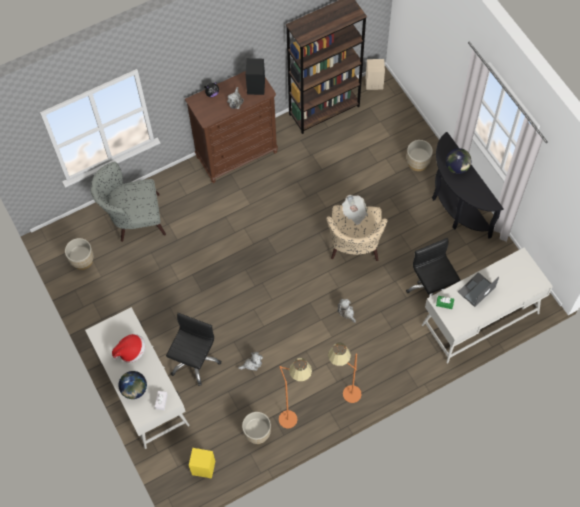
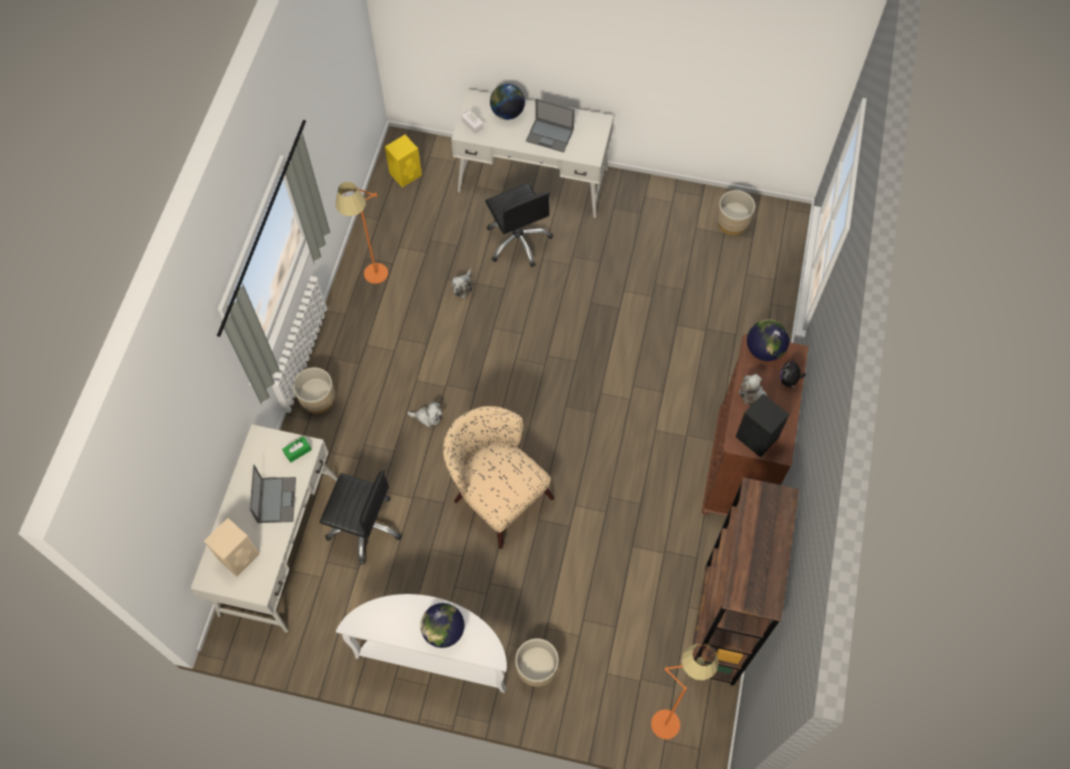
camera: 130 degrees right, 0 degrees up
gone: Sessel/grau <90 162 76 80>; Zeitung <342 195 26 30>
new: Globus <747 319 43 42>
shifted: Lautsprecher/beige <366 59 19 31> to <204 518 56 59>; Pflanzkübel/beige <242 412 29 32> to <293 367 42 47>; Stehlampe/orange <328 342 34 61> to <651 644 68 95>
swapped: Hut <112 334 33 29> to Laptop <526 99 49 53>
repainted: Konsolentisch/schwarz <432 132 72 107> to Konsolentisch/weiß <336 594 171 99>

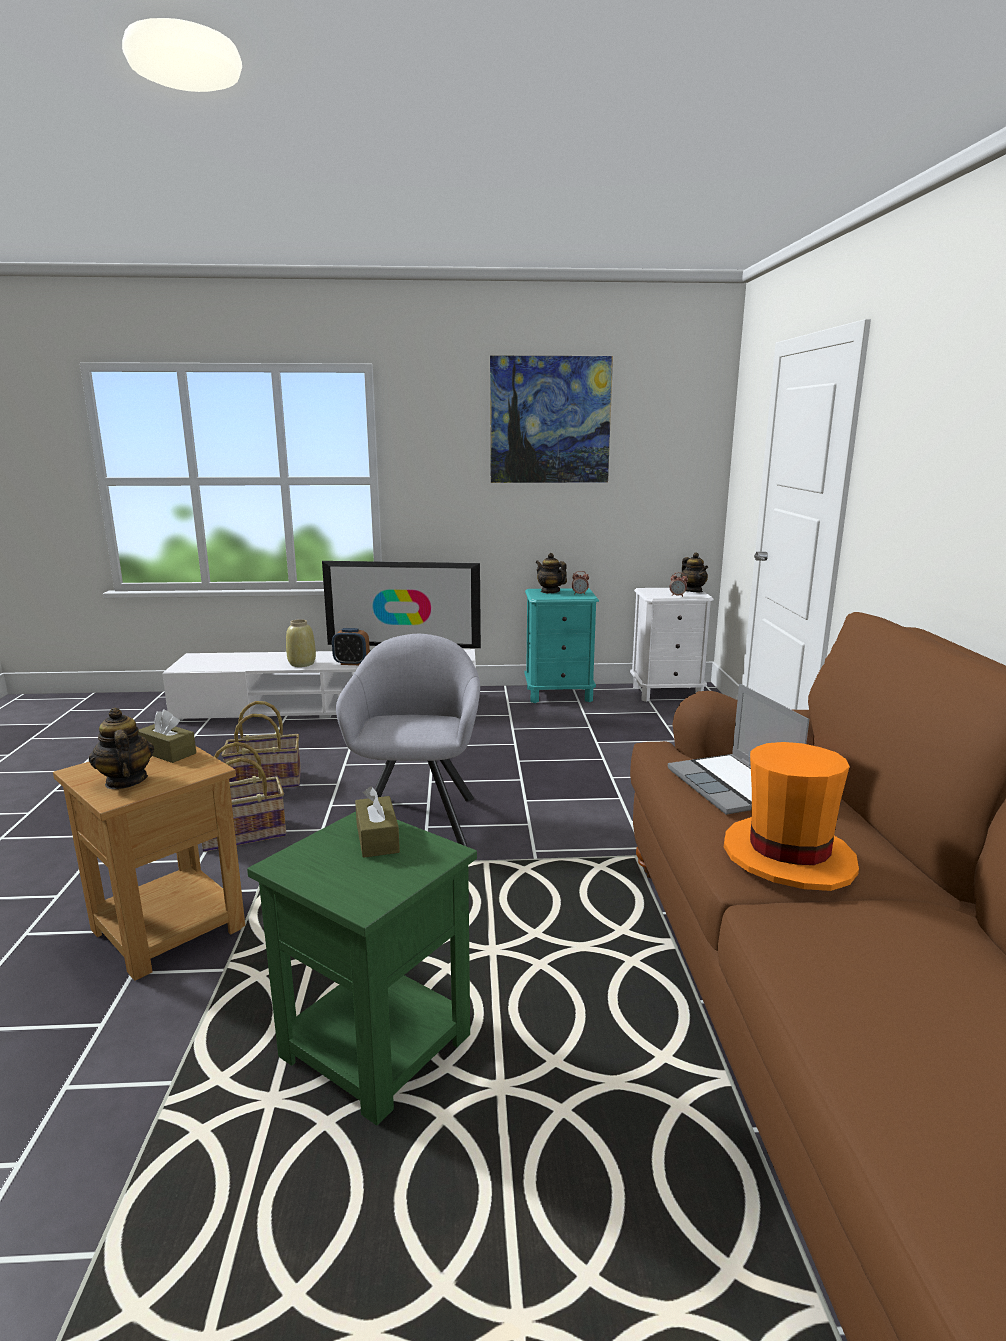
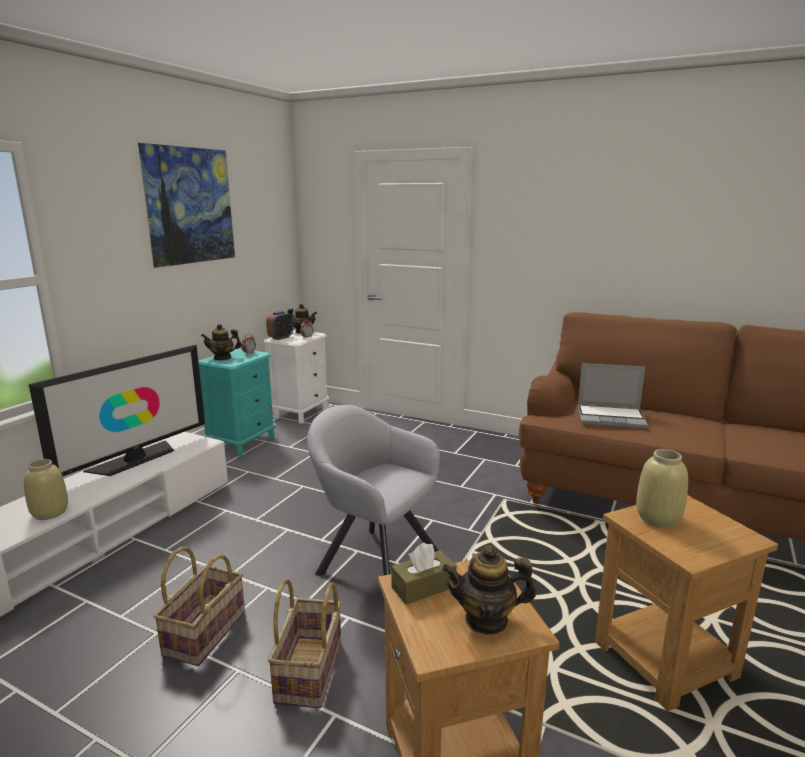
camera: 60 degrees left, 0 degrees up
gone: Hut/orange <724 742 135 149>
shifted: Wecker <332 628 38 37> to <266 311 27 29>
swapped: Taschentuchbox/braun <355 787 45 71> to Vase/beige <636 449 52 78>
repainted: Beistelltisch/grün <247 811 230 315> to Beistelltisch/braun <595 495 183 216>

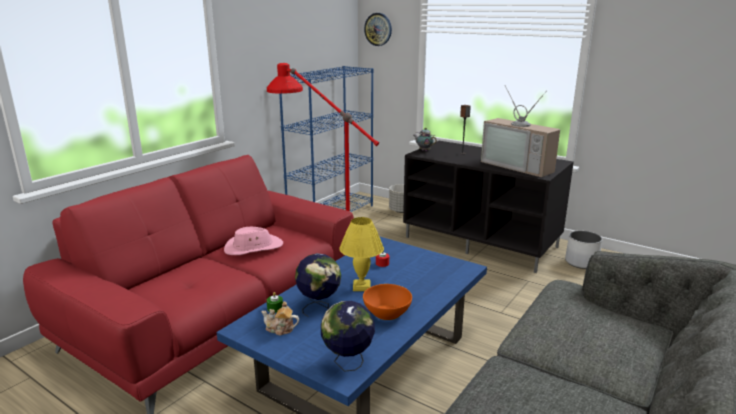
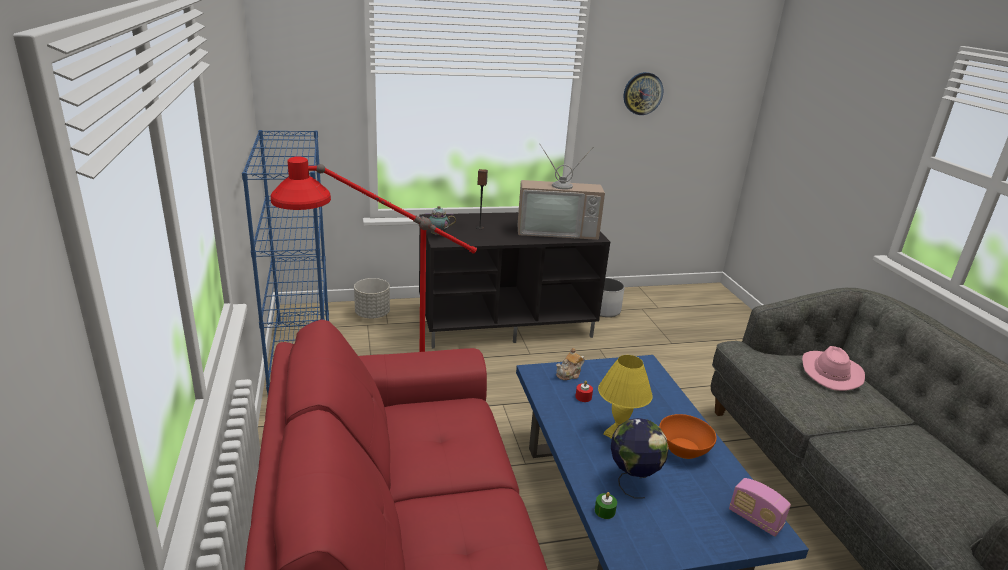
camera: 50 degrees left, 5 degrees up
shifted: Teekanne <262 301 37 34> to <556 348 29 32>; Wanduhr <364 13 28 33> to <623 72 41 43>; Hut/rosa <224 227 59 28> to <802 346 63 45>
swapped: Globus <321 301 54 71> to Radio <729 478 62 59>

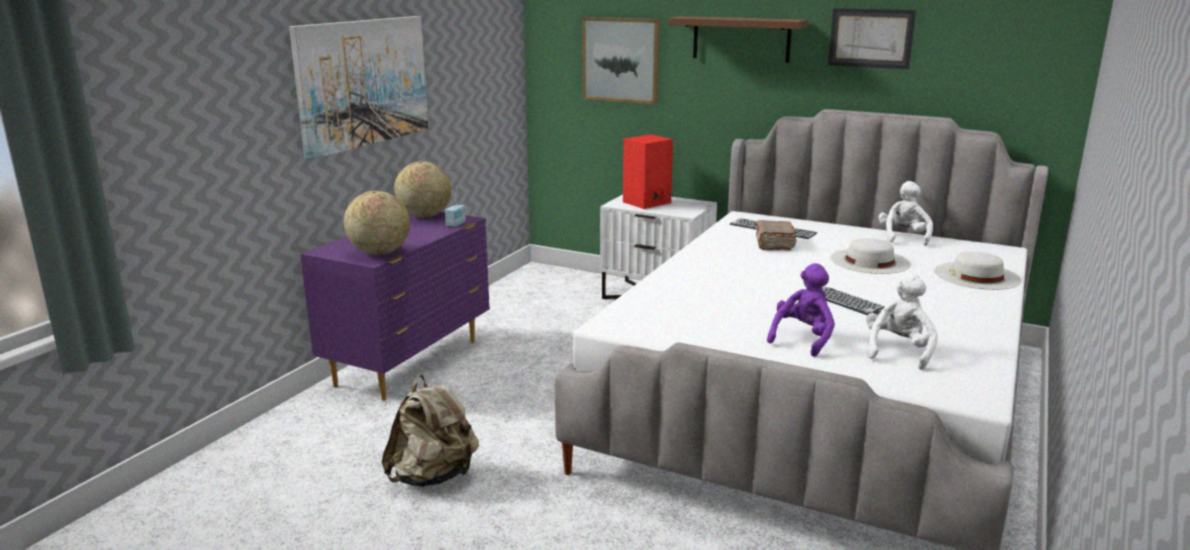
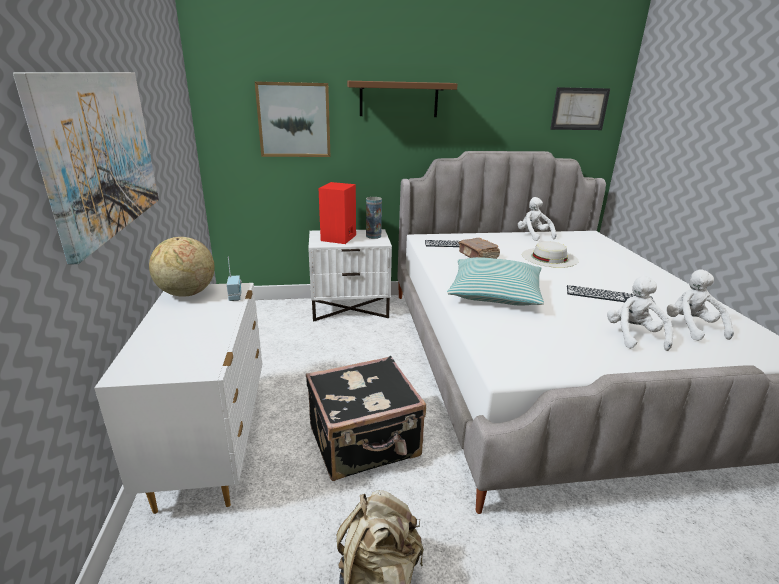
camera: 35 degrees left, 5 degrees up
gone: Globus <344 191 66 64>; Hut/weiß <934 251 87 39>
new: Koffer/schwarz <306 356 120 125>; Vase <366 197 16 42>; Kissen <447 257 97 49>
shifted: Bild <828 8 88 61> to <550 87 60 43>
repainted: Kommode/lila <300 212 190 189> to Kommode/weiß <94 283 169 231>; Plüschtier/lila <767 263 68 94> to Plüschtier/weiß <607 276 66 75>

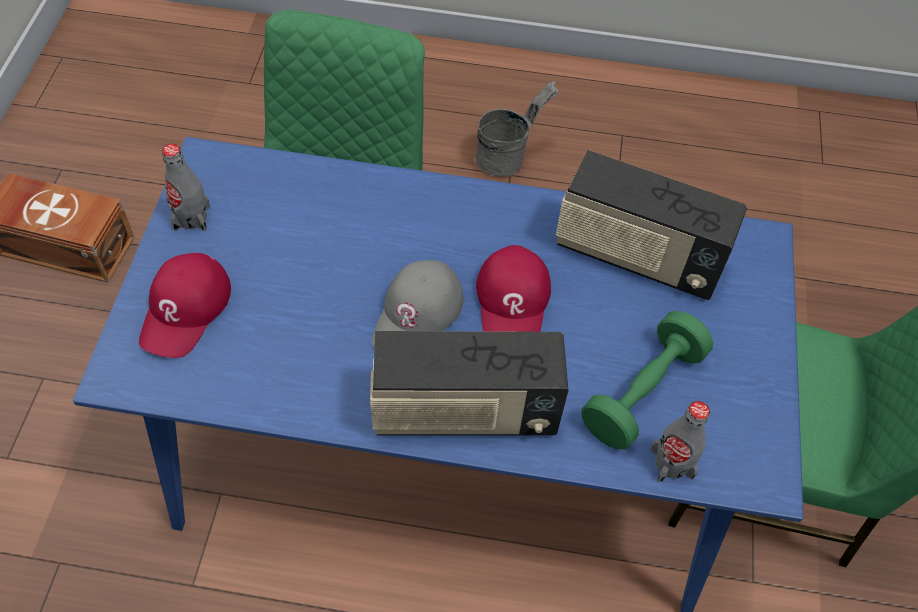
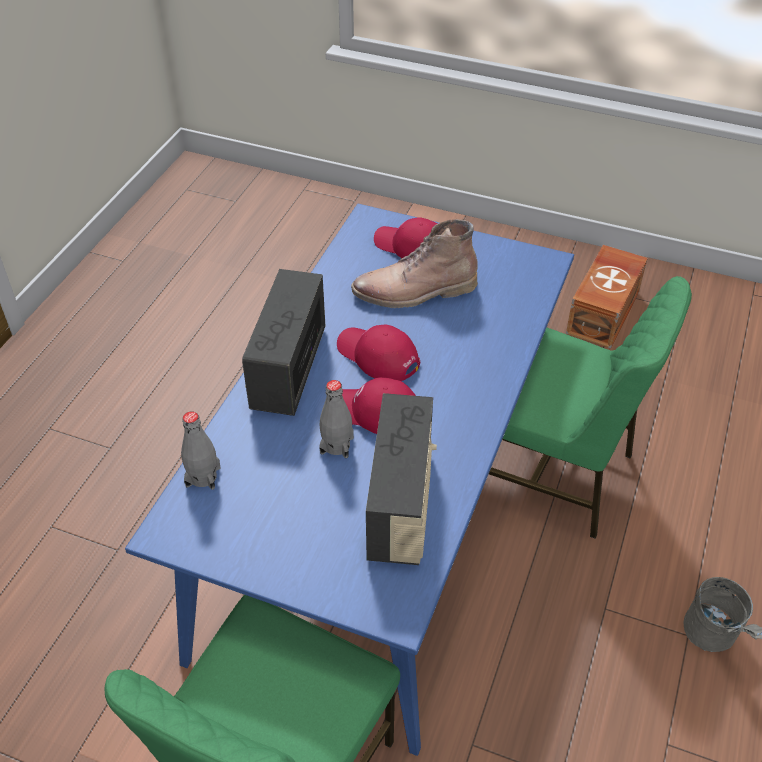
camera: 105 degrees right, 10 degrees down
gone: Hantel/grün <581 311 132 138>
new: Stiefel/braun <351 219 127 89>
shifted: Flasche/grau <162 144 48 87> to <319 380 35 78>
repainted: Kappe/grau <372 260 92 87> to Kappe/rot <337 325 83 56>
rotated: Radio <556 150 191 150> = <366 393 71 172> 150 degrees clockwise

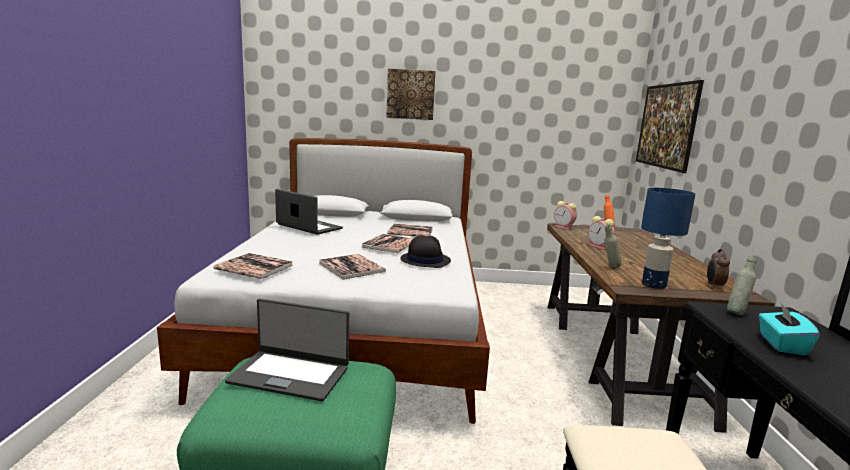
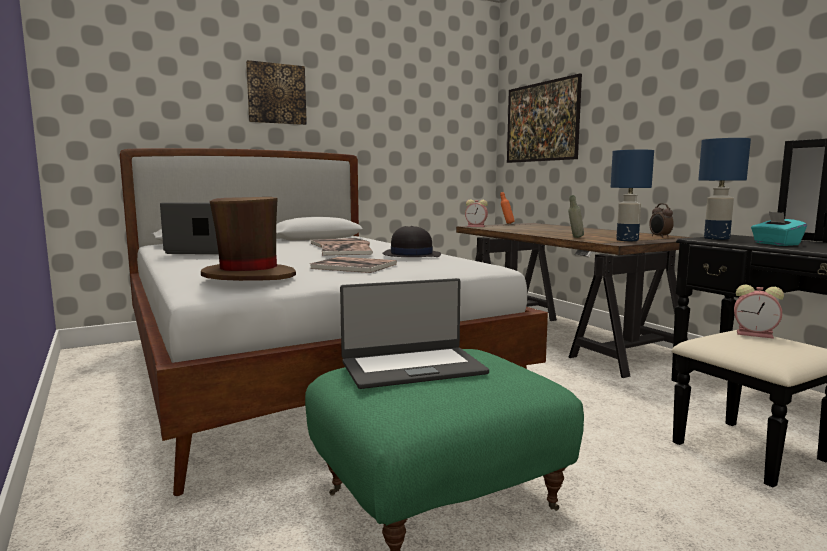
camera: 30 degrees left, 5 degrees down
shifted: Wecker <588 216 27 34> to <734 284 50 55>
swapped: Buch <213 253 80 26> to Hut/braun <201 197 95 84>; Flasche/grau <727 256 30 59> to Tischlampe/blau <698 138 53 102>

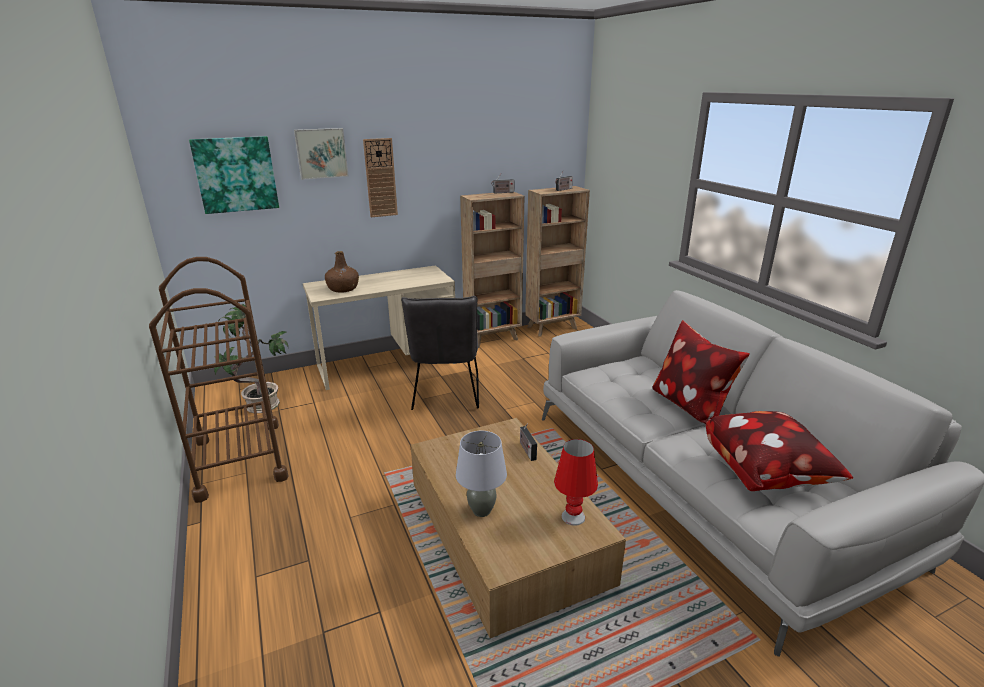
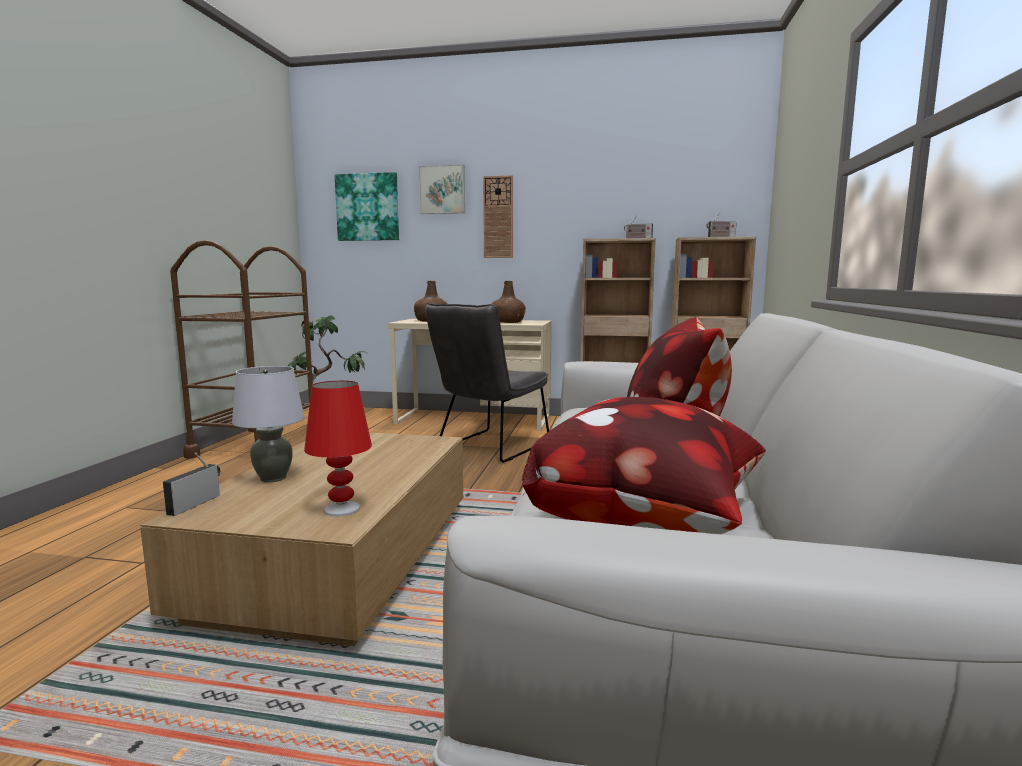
camera: 35 degrees right, 15 degrees down
new: Flasche/braun <492 281 34 42>
shifted: Radio <520 424 17 37> to <163 453 57 63>

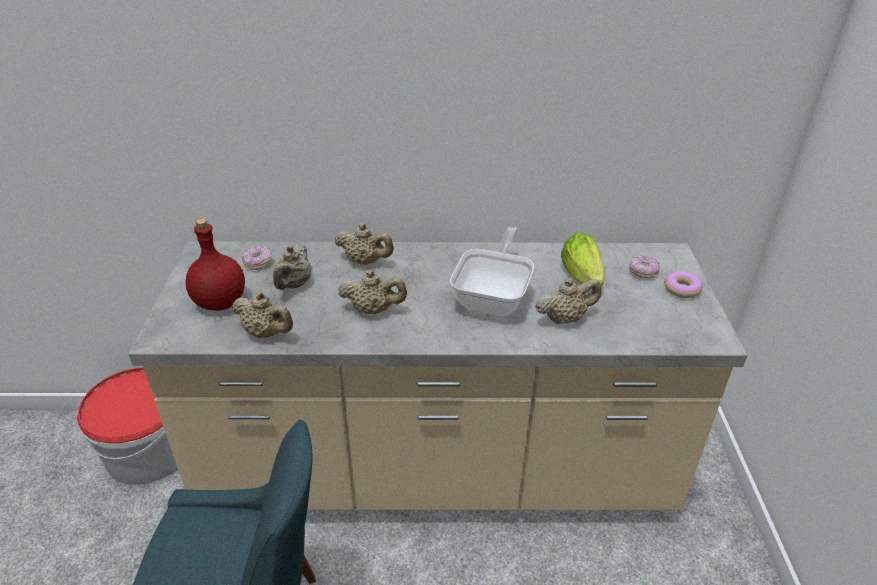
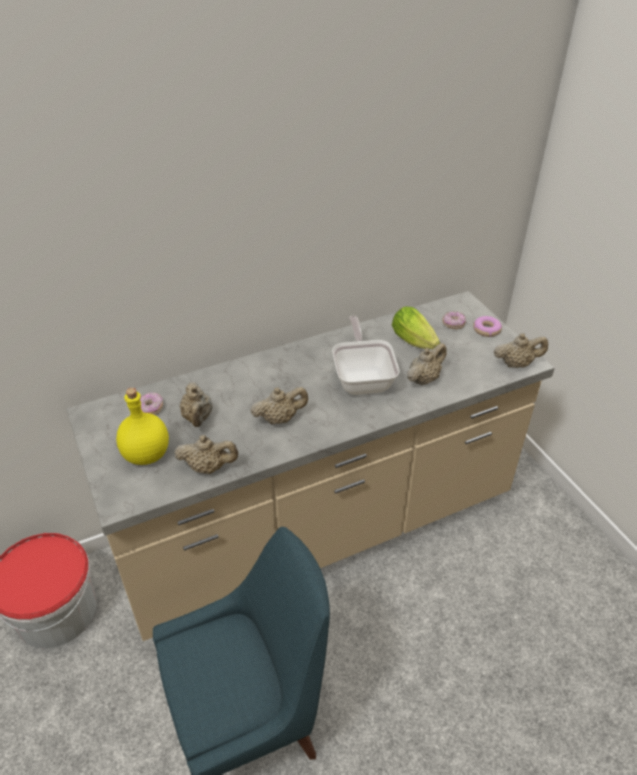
camera: 25 degrees left, 5 degrees up
shifted: Teekanne/beige <335 223 59 42> to <494 333 54 35>
repainted: Flasche/rot <186 218 59 93> to Flasche/gelb <116 388 53 77>

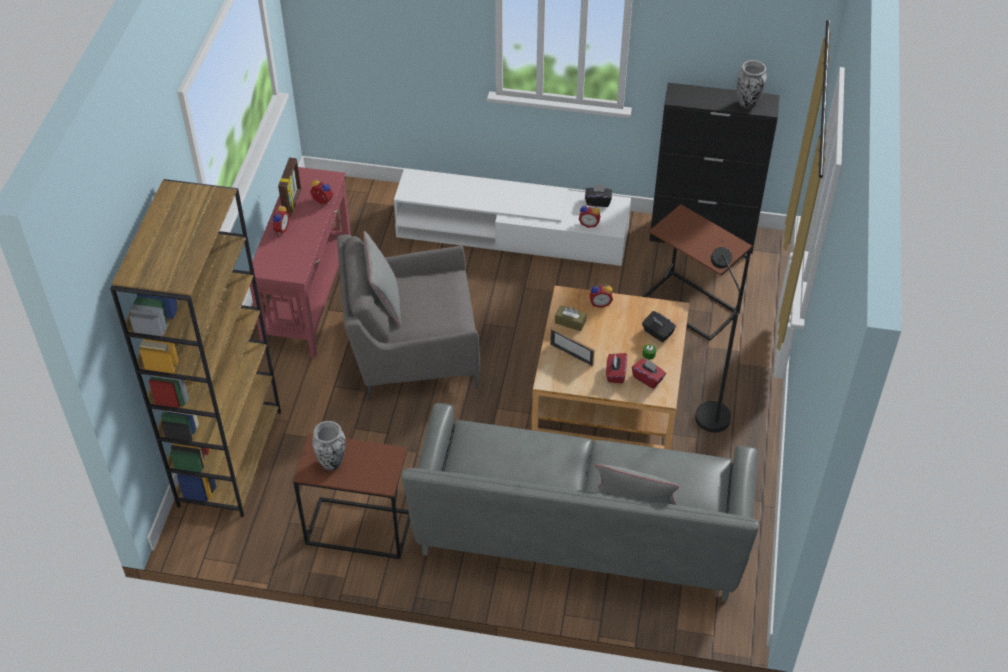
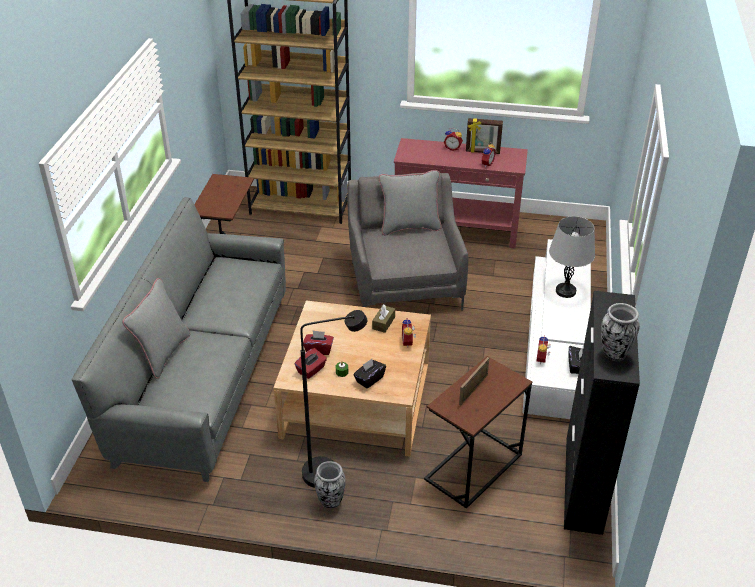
camera: 90 degrees right, 10 degrees down
new: Tischlampe/grau <549 216 46 82>
shifted: Vase <312 421 34 50> to <314 461 32 48>; Bilderrahmen <550 328 44 38> to <459 357 30 49>

